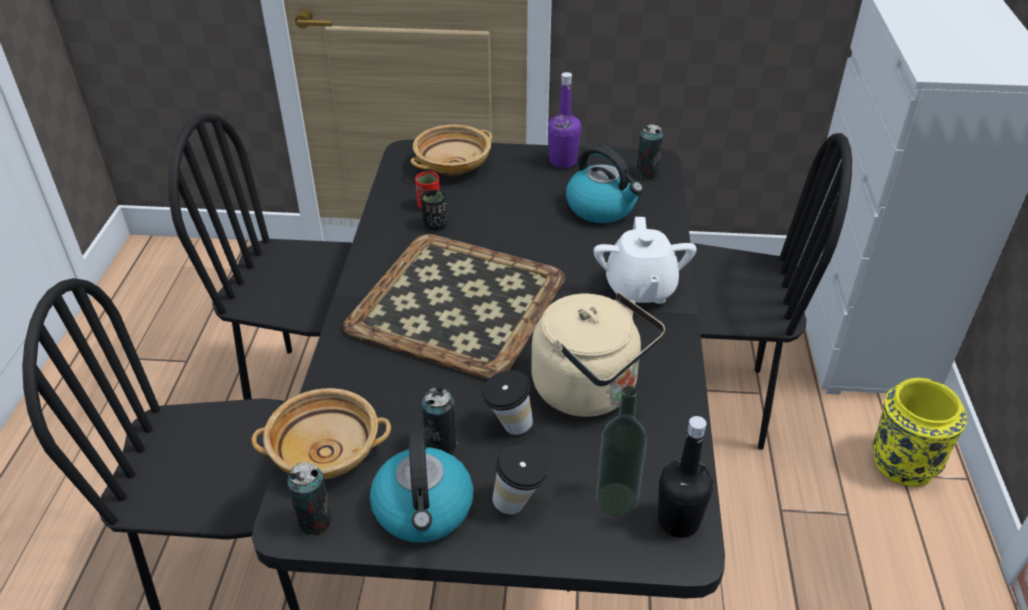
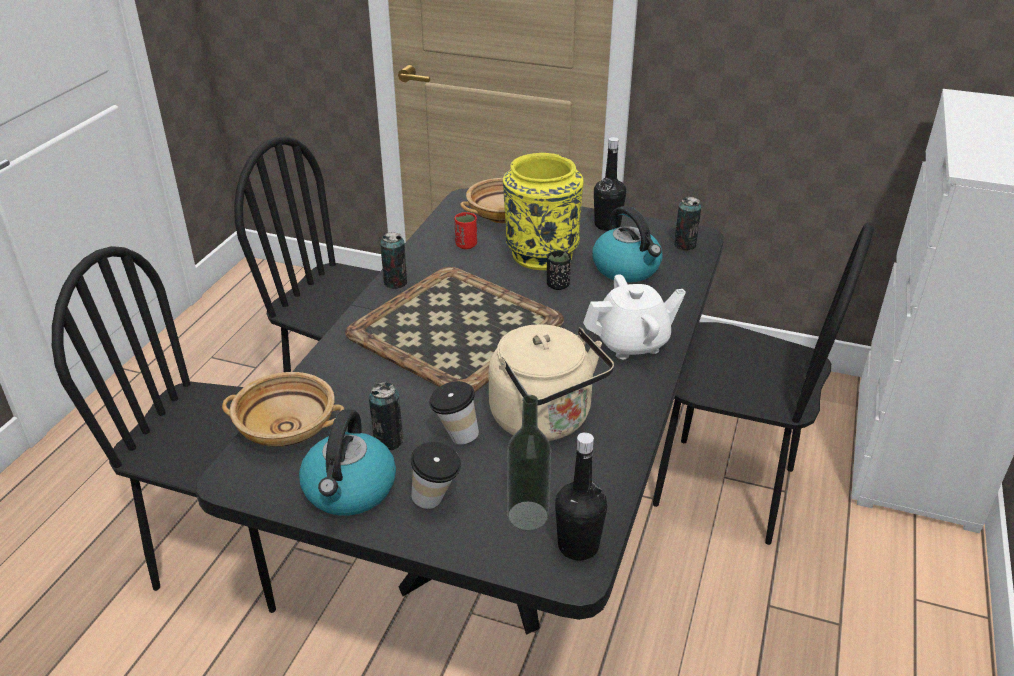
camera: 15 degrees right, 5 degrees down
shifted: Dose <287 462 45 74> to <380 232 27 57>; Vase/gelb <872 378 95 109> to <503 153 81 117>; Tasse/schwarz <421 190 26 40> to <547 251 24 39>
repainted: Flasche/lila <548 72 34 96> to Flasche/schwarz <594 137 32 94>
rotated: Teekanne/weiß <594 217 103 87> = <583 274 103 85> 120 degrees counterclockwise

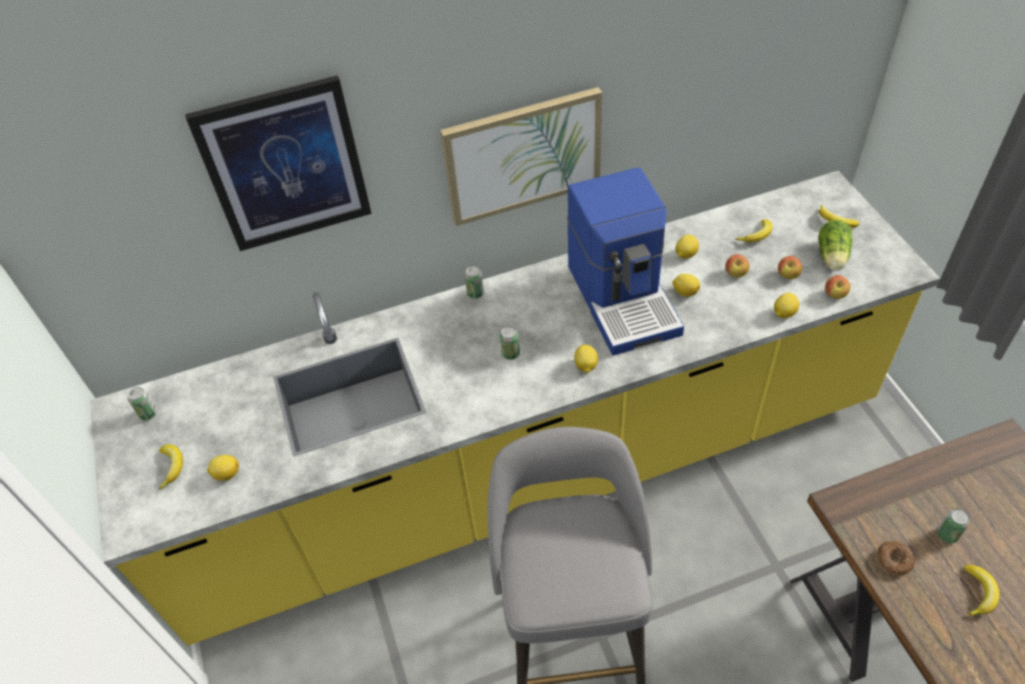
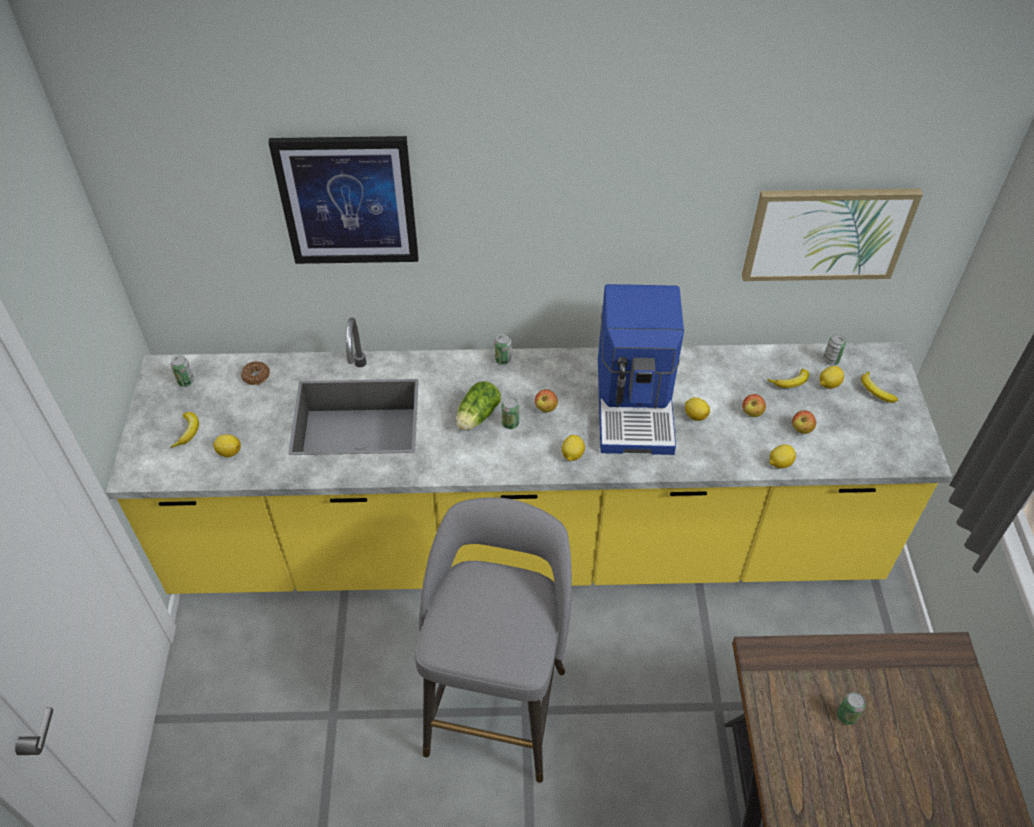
camera: 15 degrees right, 0 degrees up
gone: Banane <964 565 36 51>
new: Dose <823 334 23 31>
shifted: Donut <877 541 38 34> to <241 361 29 24>; Salatkopf <818 220 34 51> to <456 381 45 50>; Apfel <825 275 25 24> to <535 389 23 23>; Bild <440 87 162 139> to <742 188 181 93>; Zitrone <676 235 23 24> to <820 366 24 23>

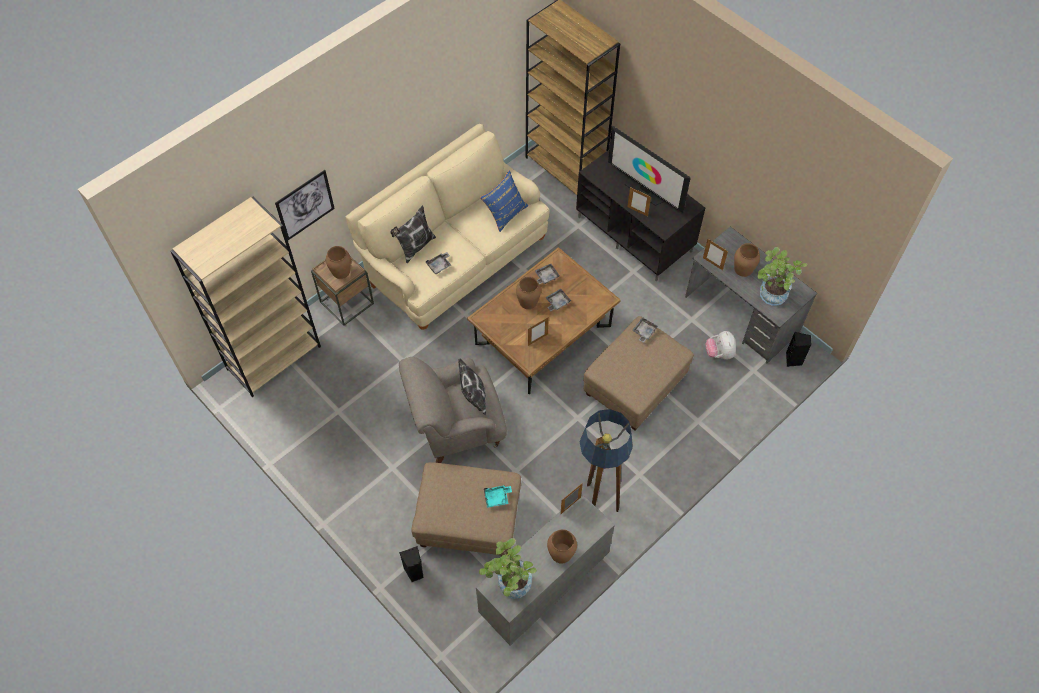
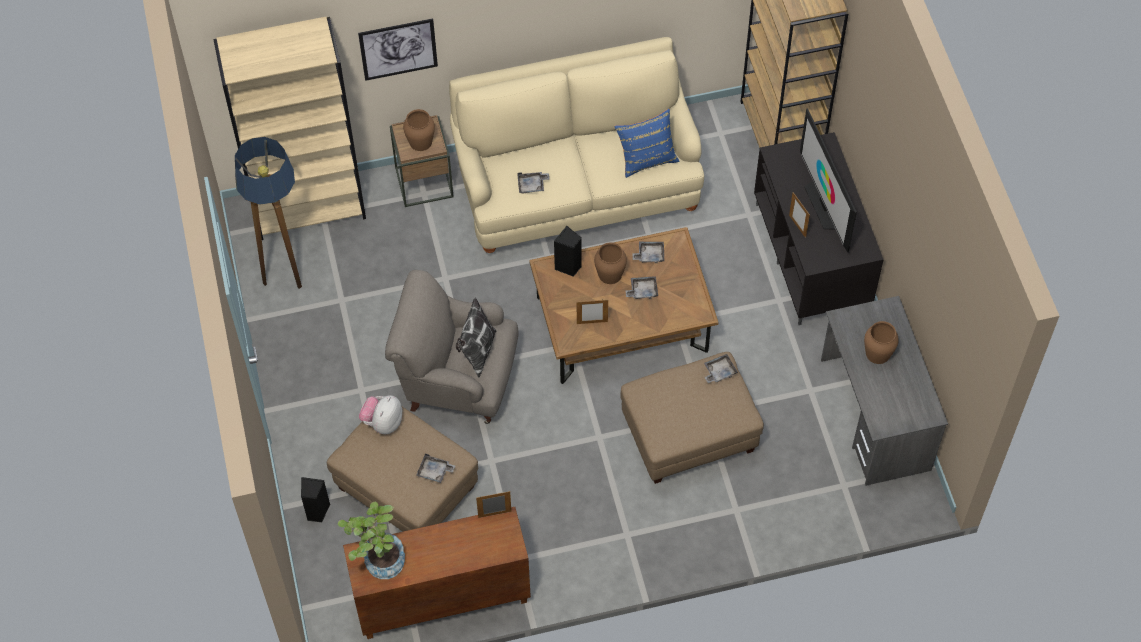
camera: 30 degrees right, 0 degrees up
gone: Kissen <390 205 46 58>; Vase/braun <547 529 30 35>; Bilderrahmen <703 239 25 31>; Topfpflanze <757 247 50 59>
shifted: Stehlampe <579 409 54 103> to <235 137 67 152>; Plüschtier <705 331 31 29> to <359 395 43 39>; Lautsprecher/schwarz <786 332 26 35> to <554 226 28 51>
repainted: Schrank/grau <476 493 139 153> to Schrank/braun <343 507 188 132>; Tablett/türkis <484 485 28 23> to Tablett/grau <416 454 39 29>

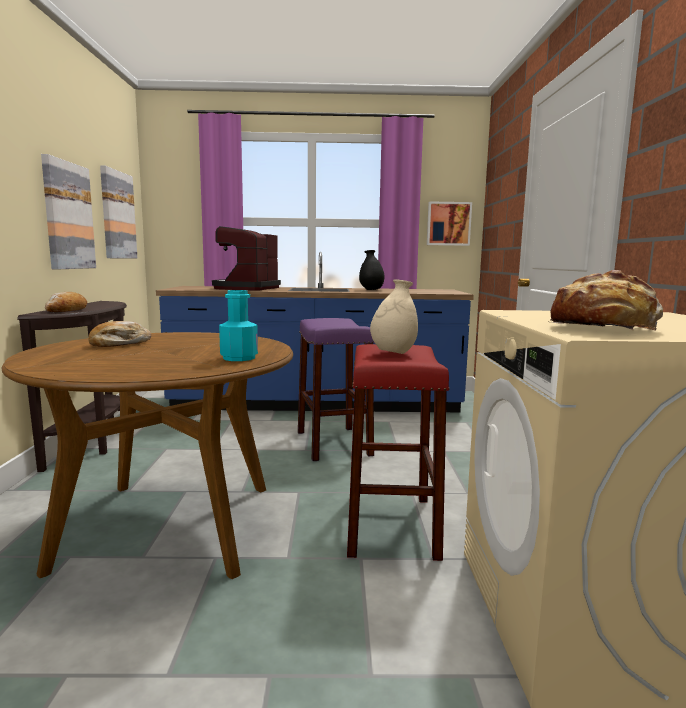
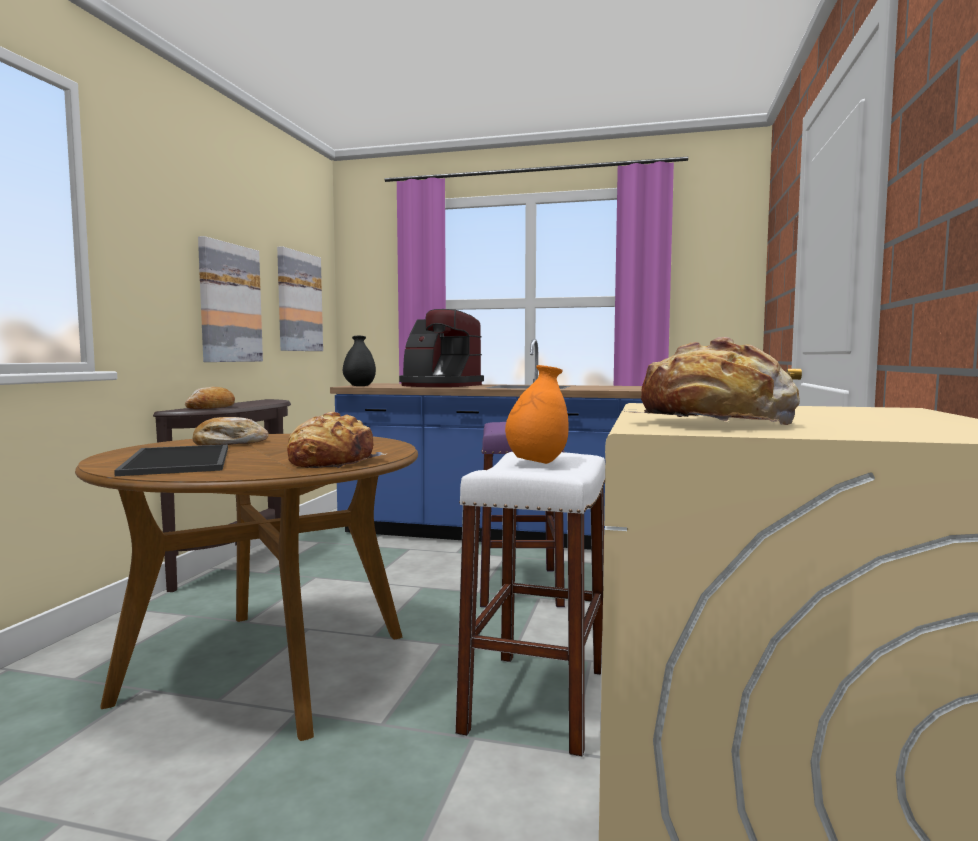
camera: 15 degrees right, 5 degrees down
gone: Bild <427 201 45 45>
new: Tablett <114 444 114 32>
shifted: Vase/schwarz <359 250 25 40> to <343 336 33 50>
swapped: Flasche/türkis <219 290 39 71> to Brot <287 412 101 56>
repainted: Hocker/rot <347 344 103 217> to Hocker/weiß <455 452 150 305>; Vase/beige <370 279 48 75> to Vase/orange <505 365 64 99>
rotated: Kaffeemaschine <212 226 69 65> = <399 309 85 78> 90 degrees counterclockwise

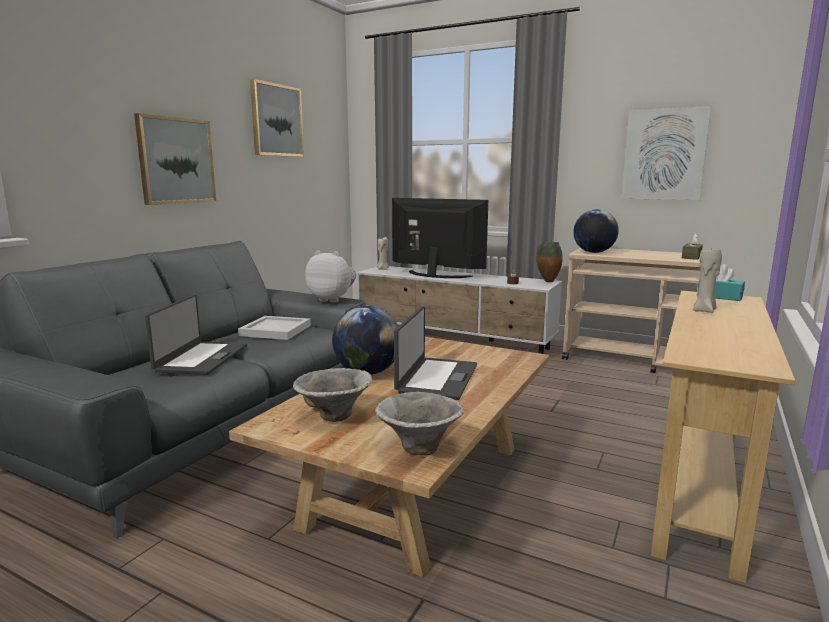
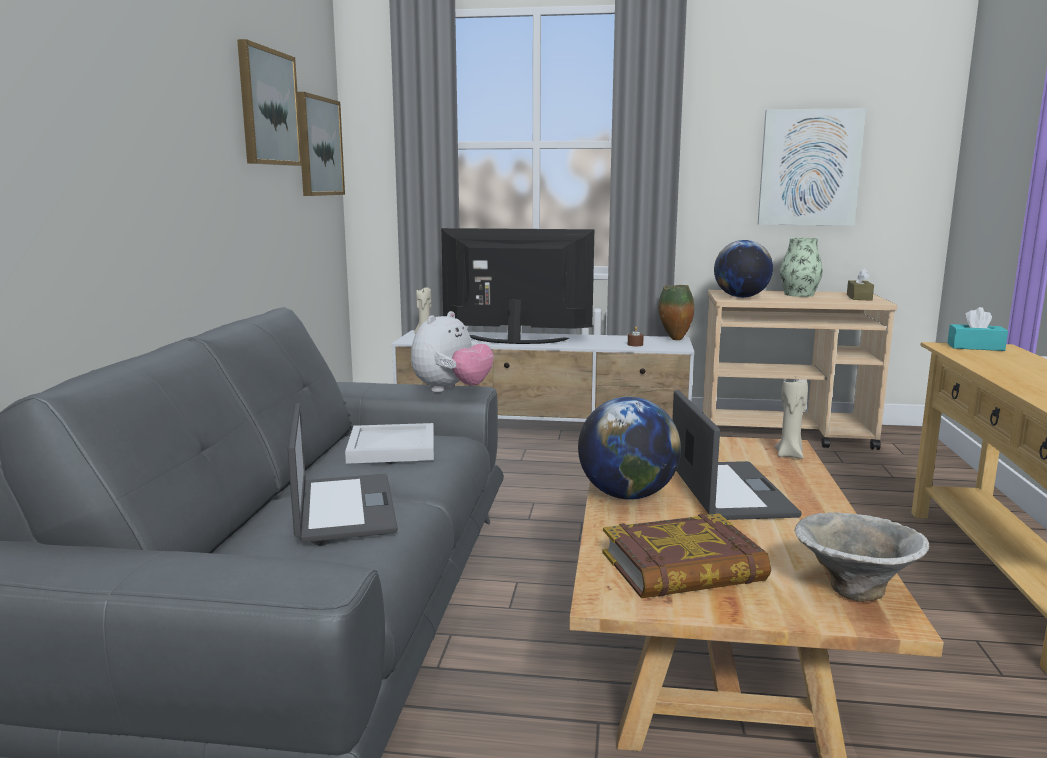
camera: 20 degrees left, 0 degrees up
new: Vase <780 238 43 59>
shifted: Bild <134 113 82 92> to <297 92 48 104>; Kerze/beige <693 249 29 64> to <775 379 33 80>
swapped: Schüssel <293 368 79 54> to Buch <602 514 169 84>
rotated: Plüschtier <305 250 51 53> = <411 311 83 82> 120 degrees clockwise

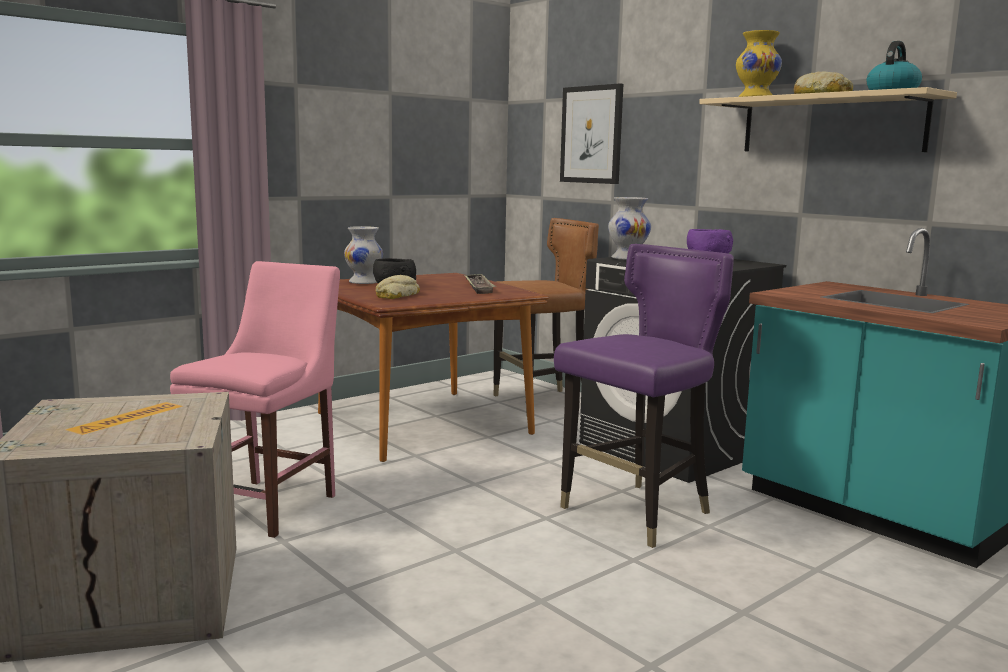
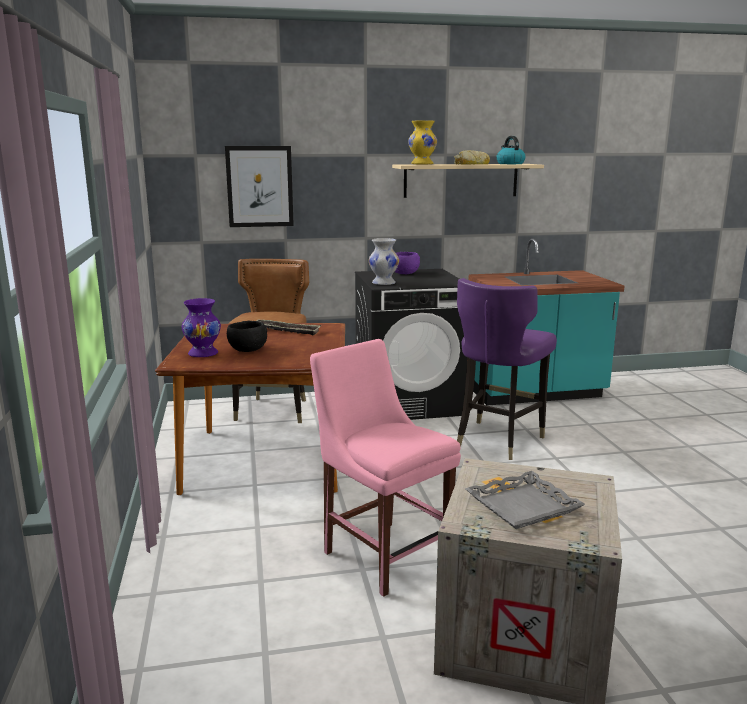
camera: 60 degrees left, 5 degrees up
gone: Brot <376 275 44 24>
new: Tablett/grau <465 471 120 58>
repainted: Vase/weiß <344 226 39 58> to Vase/lila <182 298 39 59>
rotated: Stuhl/lila <554 244 180 304> = <457 278 100 182> 135 degrees counterclockwise

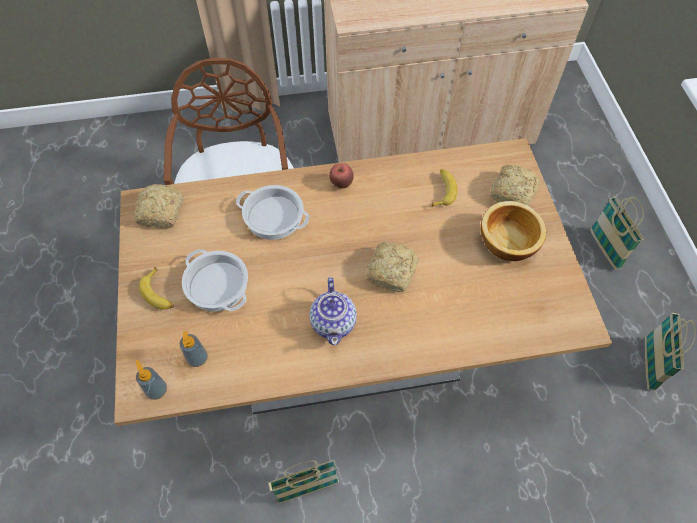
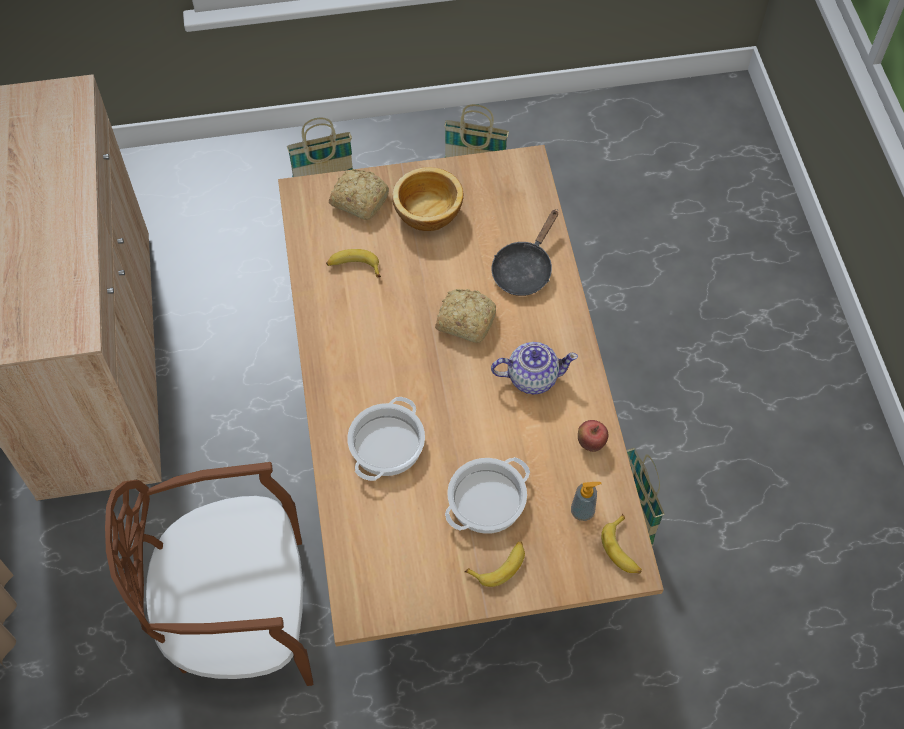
camera: 90 degrees left, 0 degrees up
gone: Brot <134 184 49 44>
new: Pfanne/schwarz <492 209 66 87>
shifted: Apfel <329 163 25 25> to <578 420 30 32>
swapped: Seifenspender <136 360 31 40> to Banane <601 514 41 60>

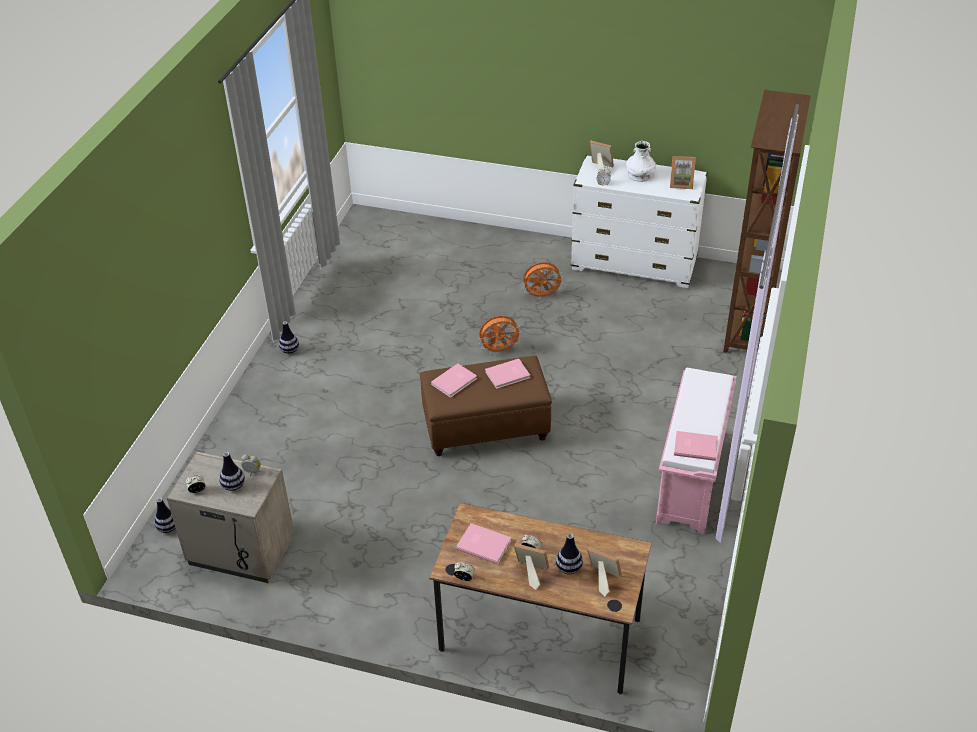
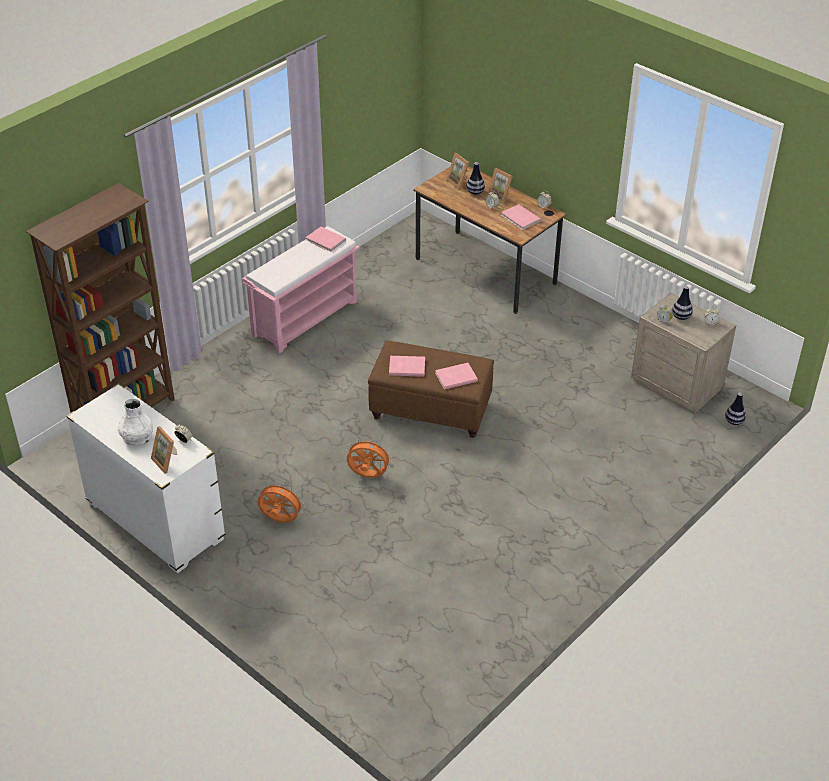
camera: 155 degrees left, 0 degrees up
gone: Vase <279 321 20 33>; Bilderrahmen <670 156 26 33>

